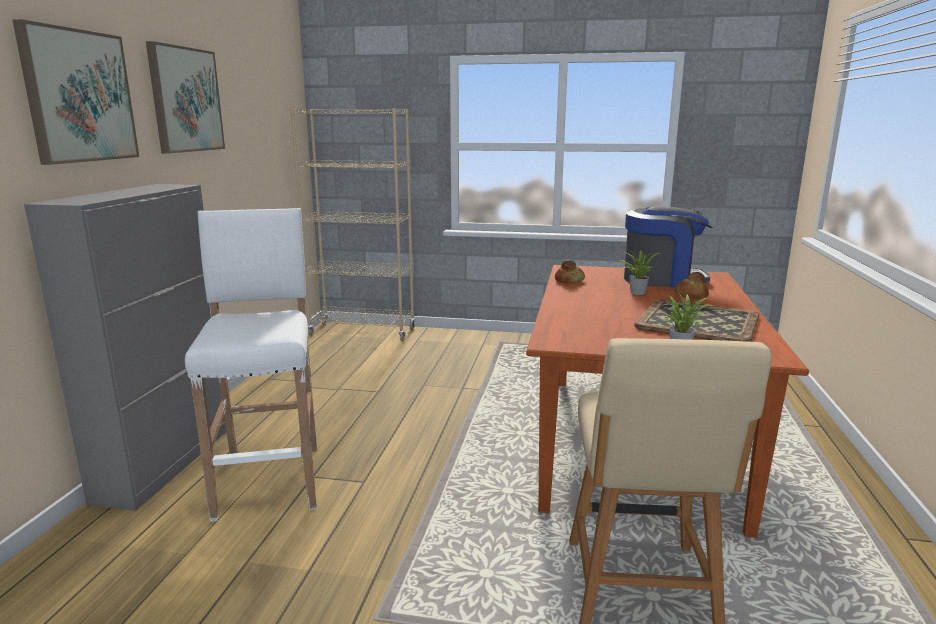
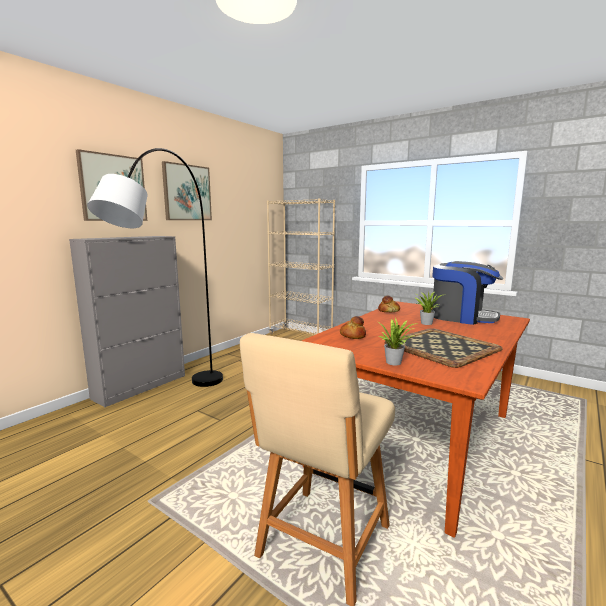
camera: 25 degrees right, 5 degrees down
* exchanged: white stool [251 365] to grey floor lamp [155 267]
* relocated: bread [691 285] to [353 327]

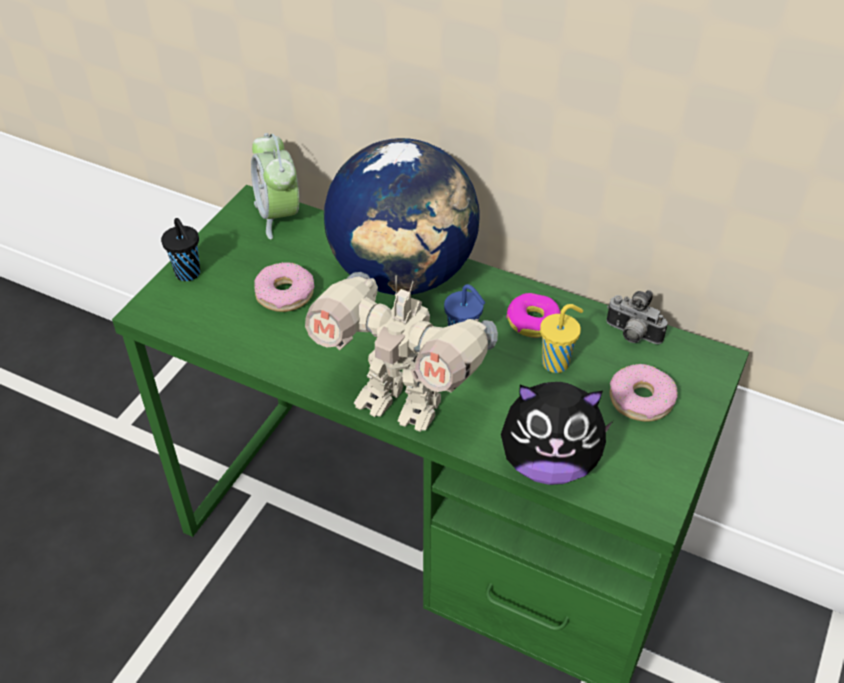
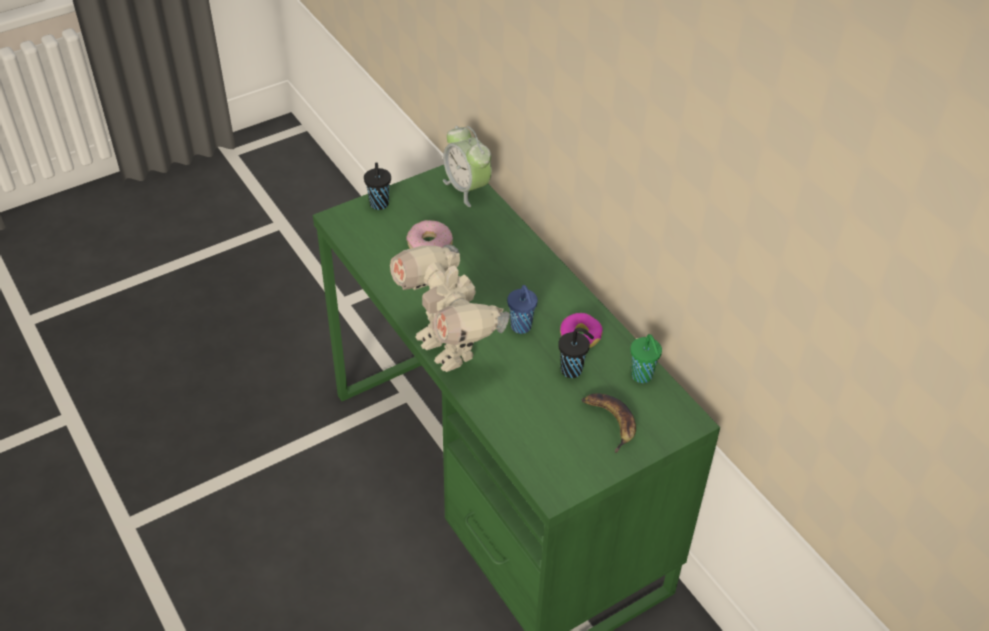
camera: 30 degrees right, 0 degrees up
* spun: alarm clock [275 186] = [467 166] 45 degrees counterclockwise
* missing: globe [402 216]
* exchanged: photo camera [637 317] to green cup [646 358]
* colour: yellow cup [561 338] to black cup [576 353]
* exchanged: donut [644 393] to banana [609 423]
* missing: plush toy [557 433]

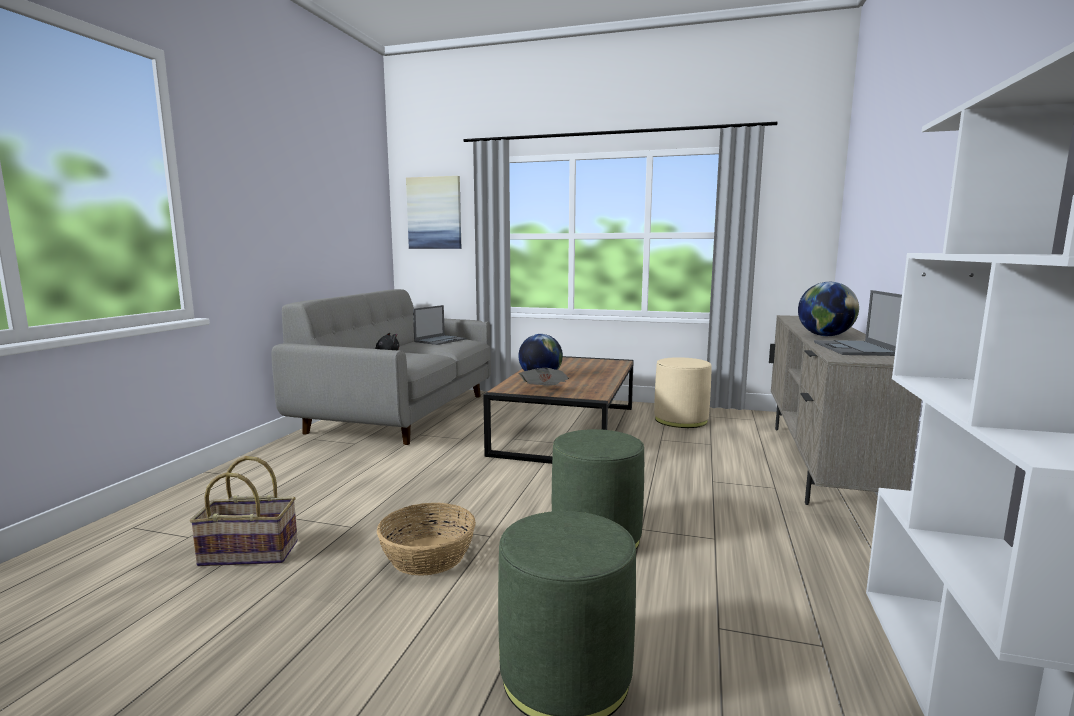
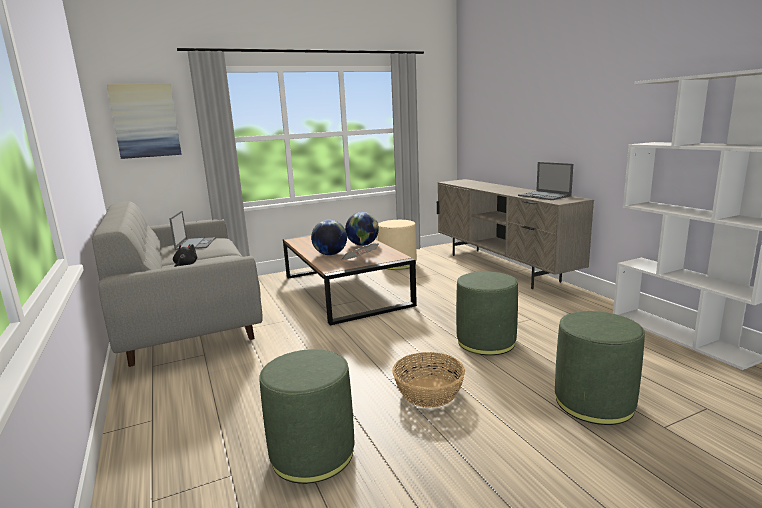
camera: 40 degrees left, 5 degrees up
* relocated: globe [828 309] to [362 229]
* exchanged: basket [244 511] to green ottoman [306 416]

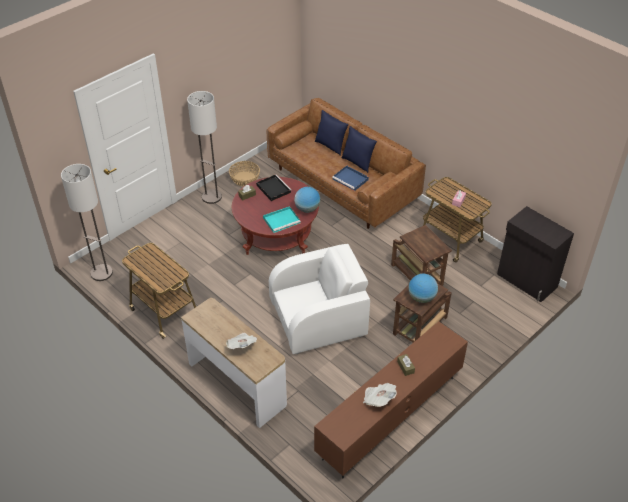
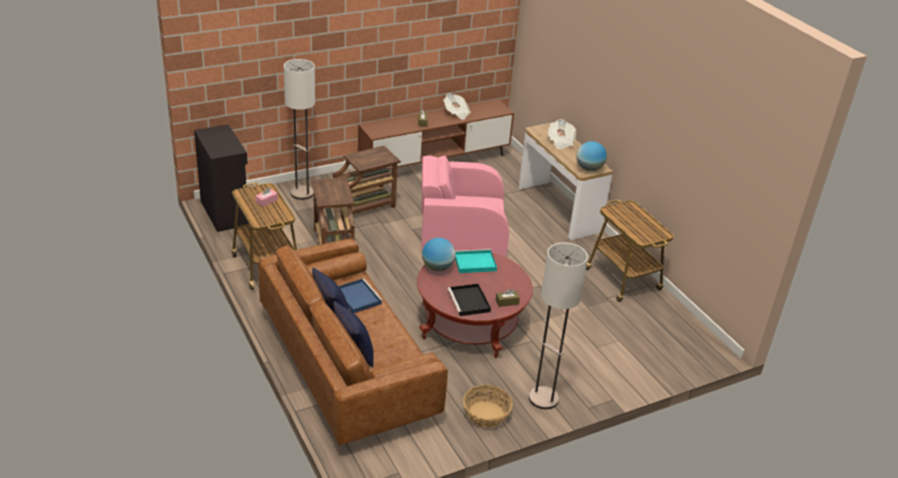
camera: 165 degrees left, 10 degrees down
* relocated: floor lamp [87 222] to [299 129]
* colour: white armchair [319 299] to pink armchair [465 206]
* relocated: globe [423 288] to [592 156]

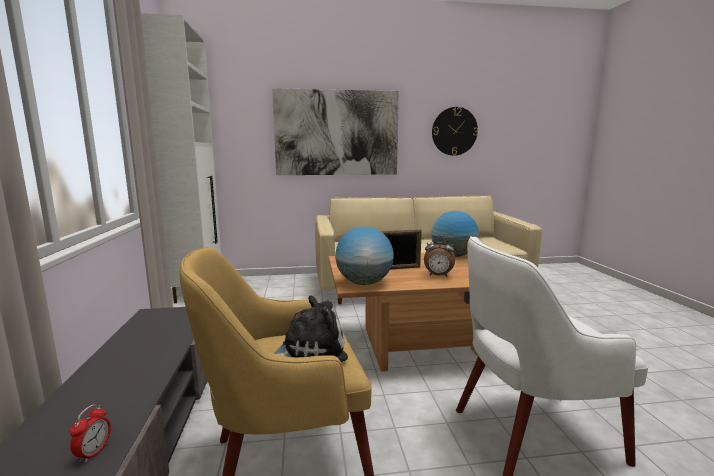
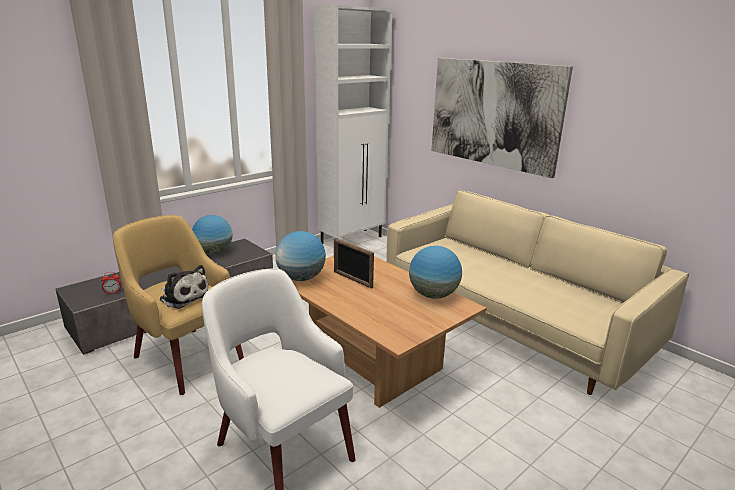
camera: 55 degrees right, 10 degrees up
* missing: wall clock [455 131]
* missing: alarm clock [439 256]
* appeared: globe [212 234]

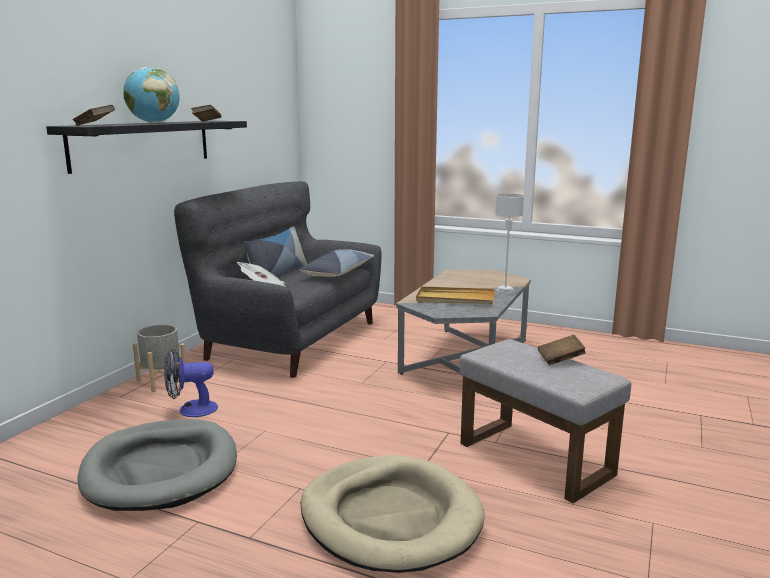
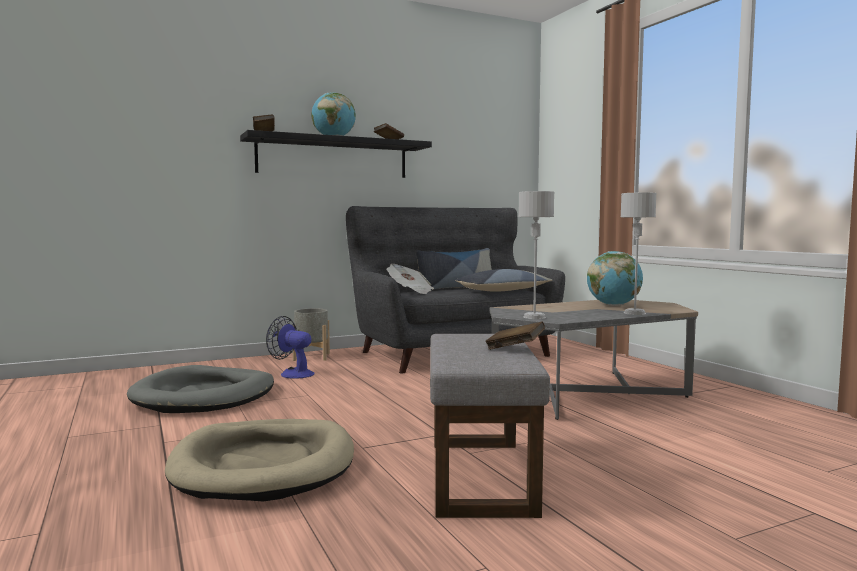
camera: 40 degrees right, 10 degrees down
* missing: beige tray [455 295]
* appeared: grey table lamp [536 255]
* appeared: globe [615 278]

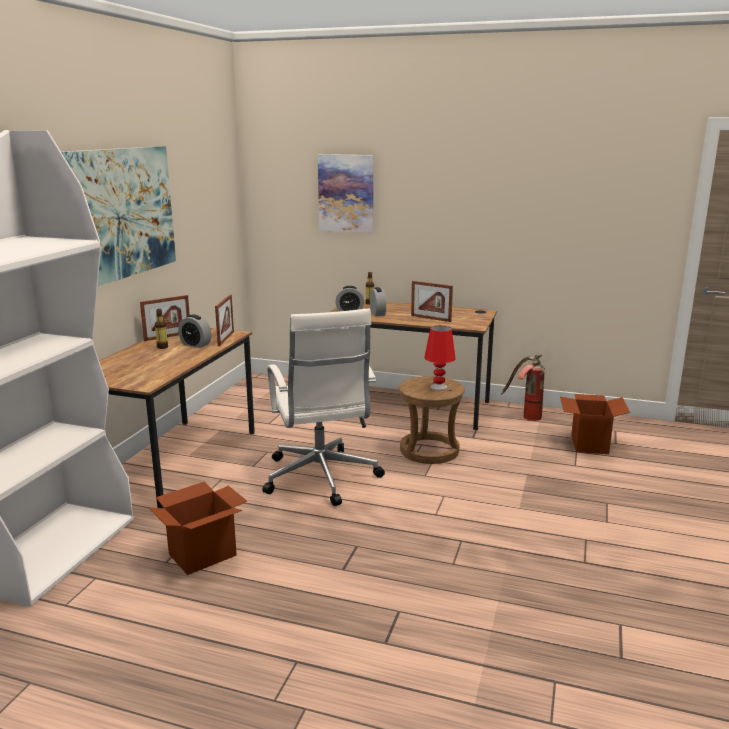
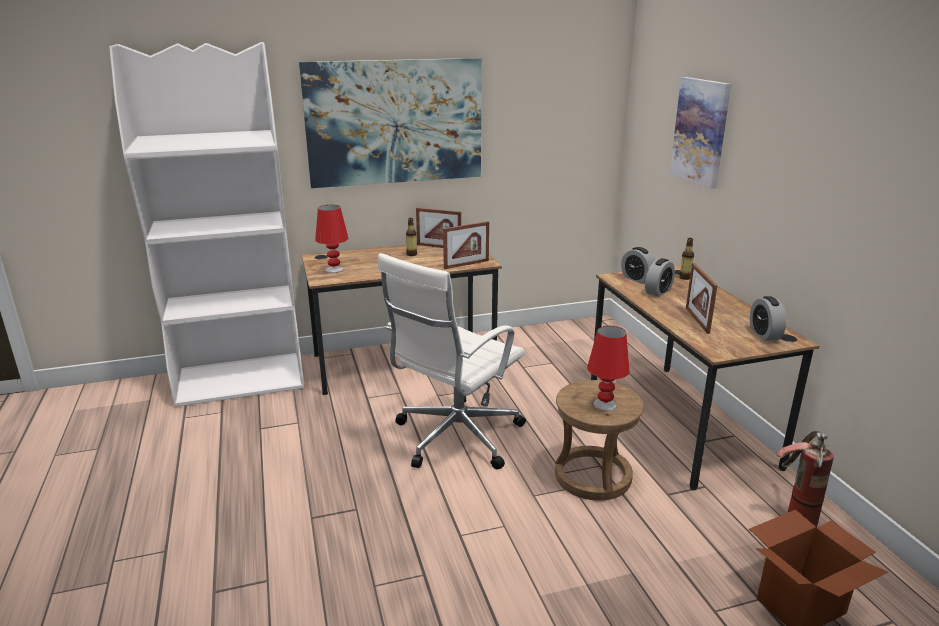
camera: 55 degrees right, 5 degrees up
* relocated: alarm clock [195 331] to [768 318]
* missing: cardboard box [198 528]
* appeared: red table lamp [331 239]

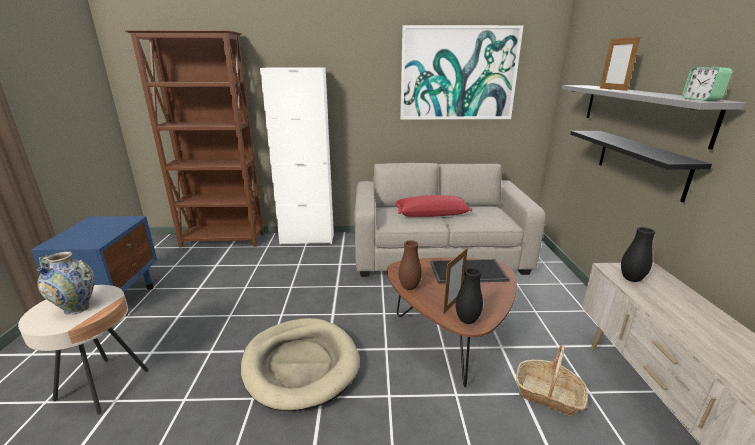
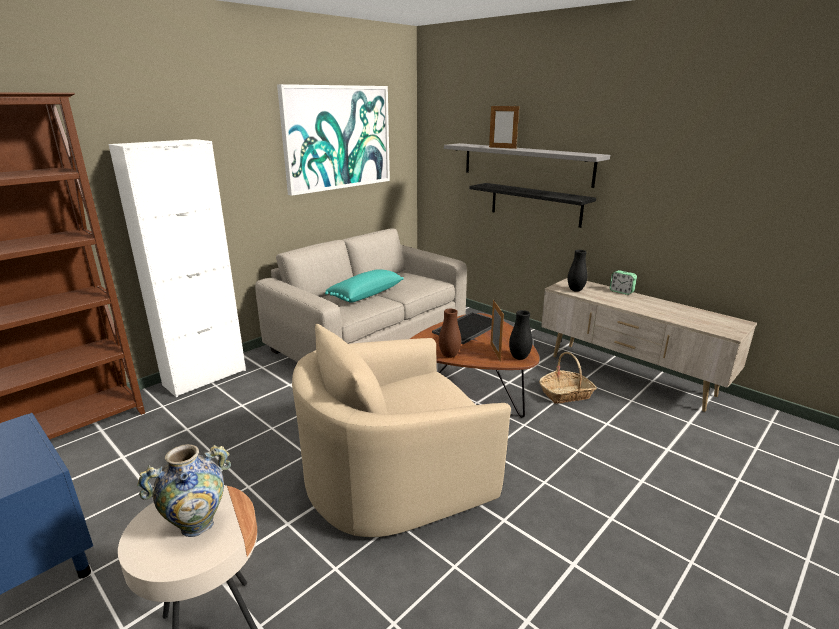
camera: 45 degrees left, 0 degrees up
* relocated: alarm clock [707 84] to [623 282]
* colour: red pillow [433 206] to turquoise pillow [364 286]
* exchanged: beige dog bed [300 364] to beige armchair [401 430]

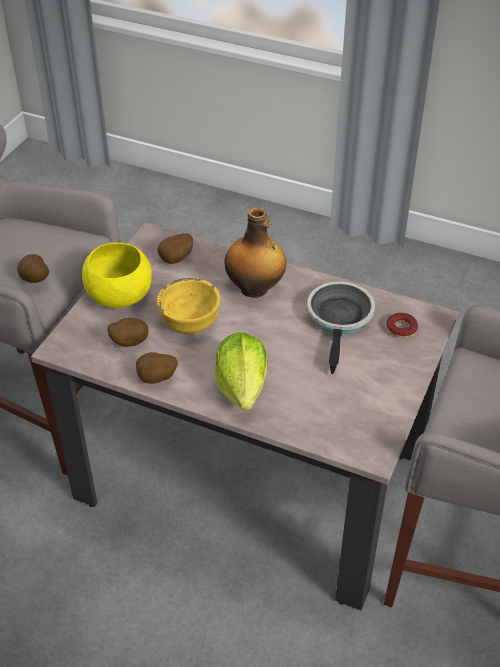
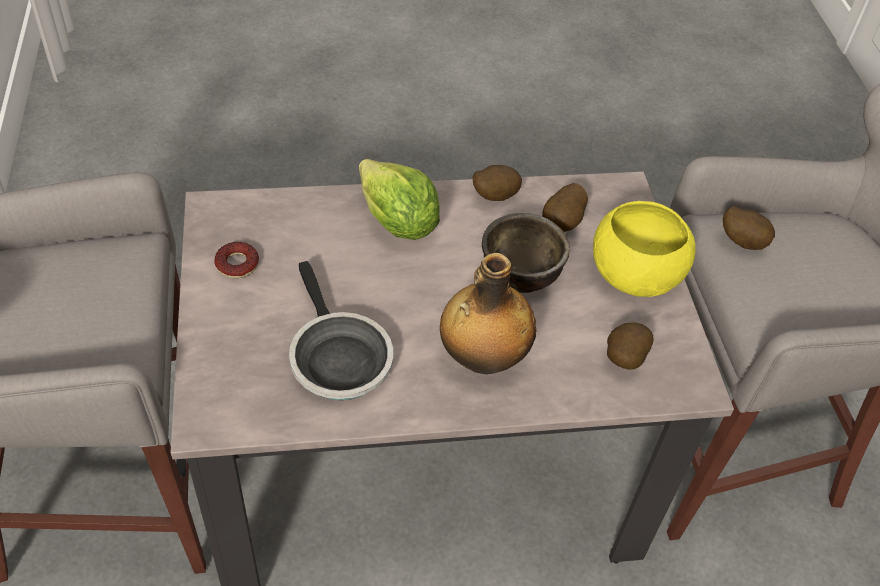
camera: 145 degrees right, 5 degrees up
* colour: yellow bowl [188 306] to brown bowl [526 253]
* relocated: donut [402 325] to [236 260]

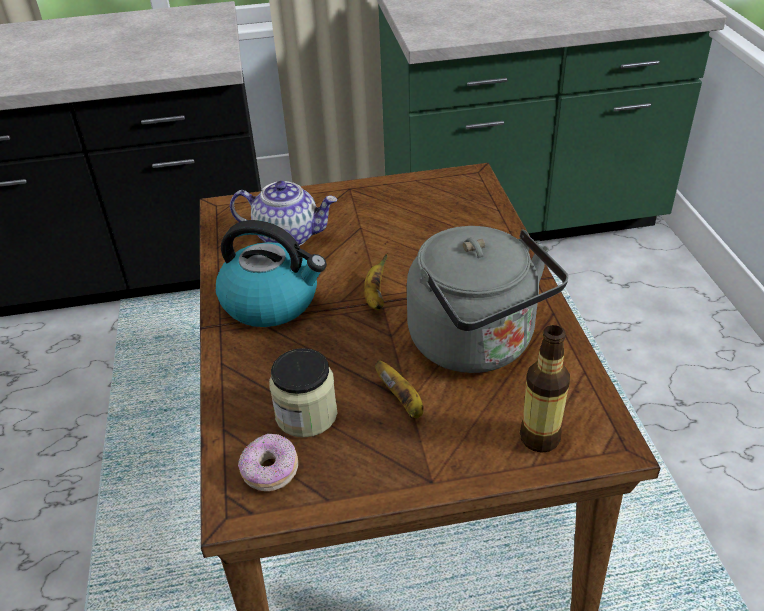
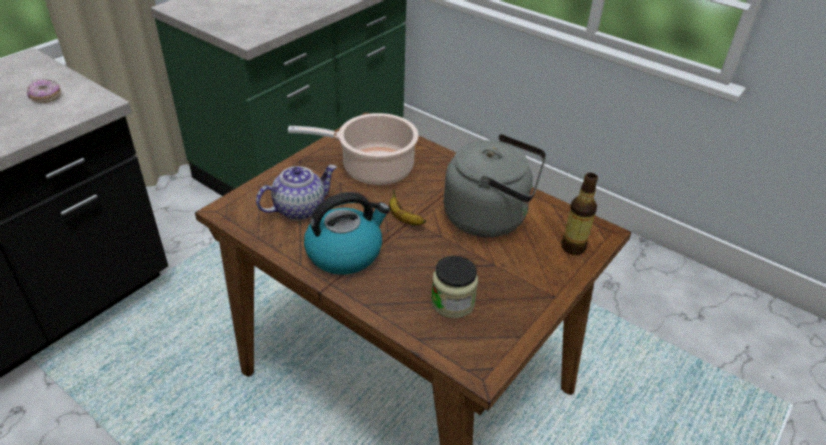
camera: 45 degrees left, 0 degrees up
* missing: banana [399 389]
* relocated: donut [268 462] to [44 91]
* appeared: cooking pot [353 149]

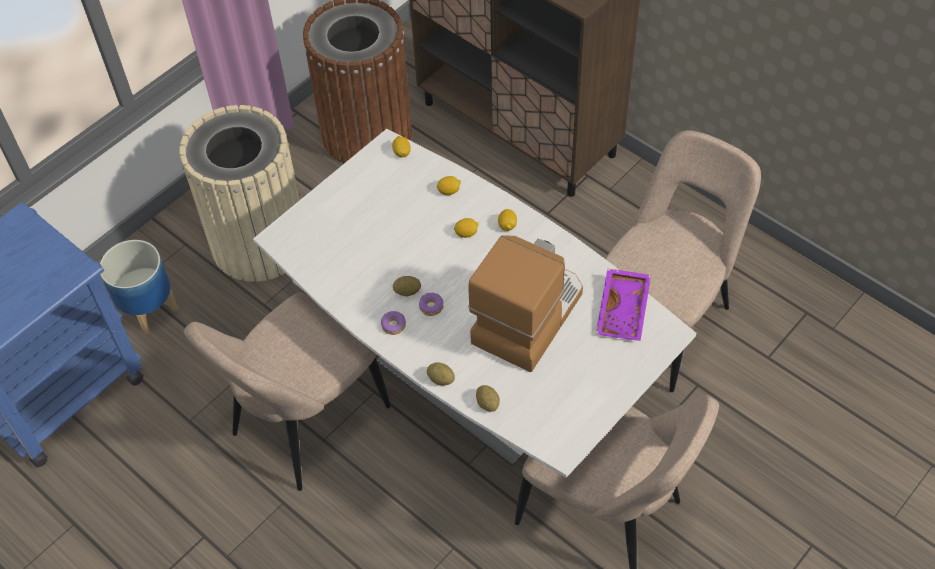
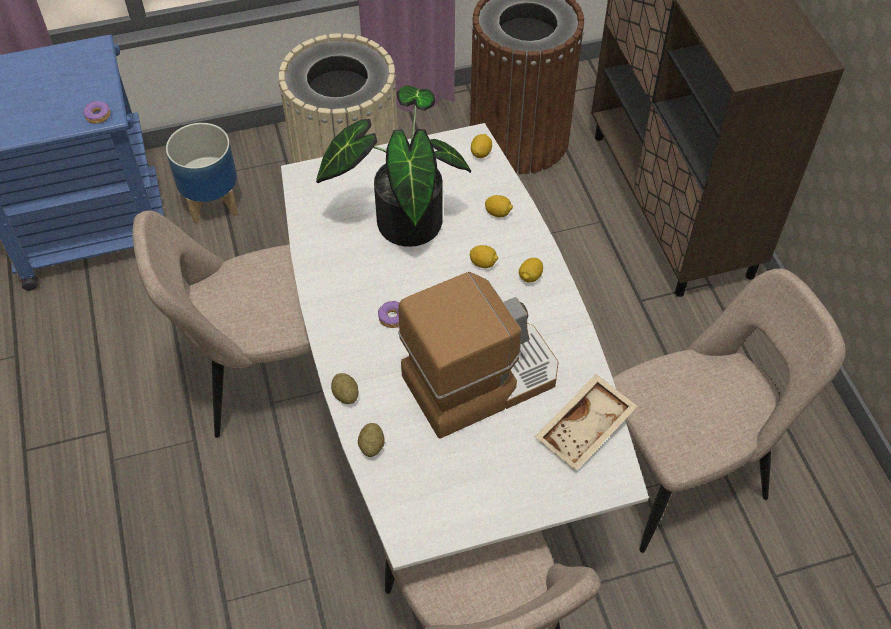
camera: 30 degrees right, 0 degrees up
* colour: purple tray [623 305] to beige tray [586 422]
* missing: potato [407 286]
* relocated: donut [393 323] to [96 112]
* appeared: potted plant [393 166]

